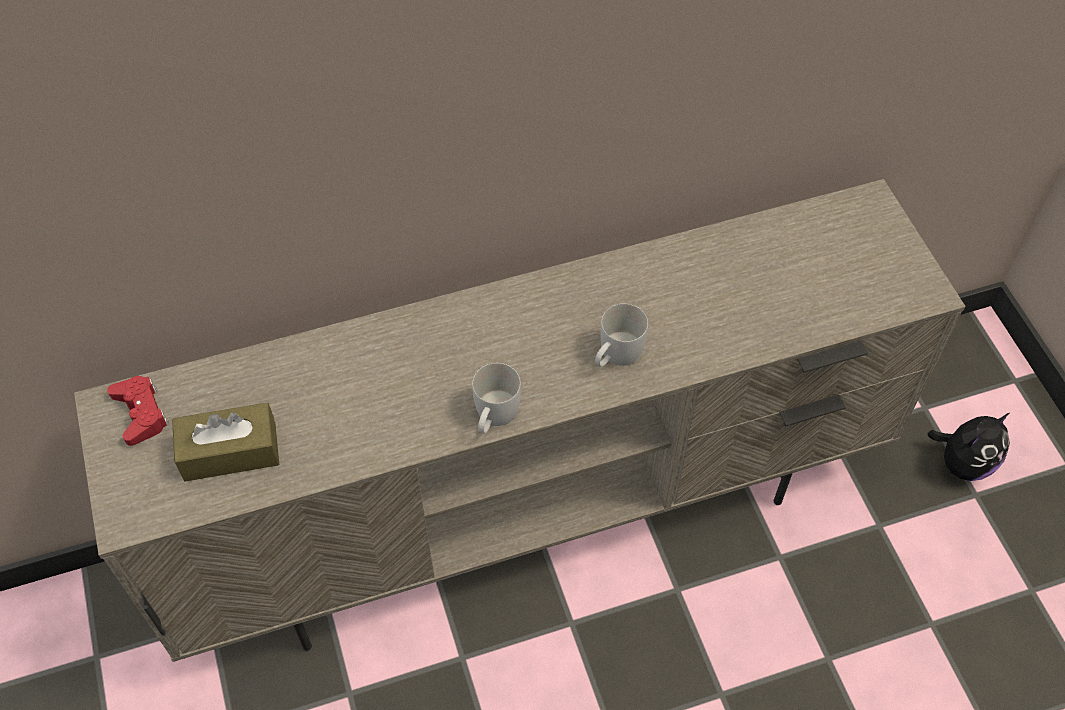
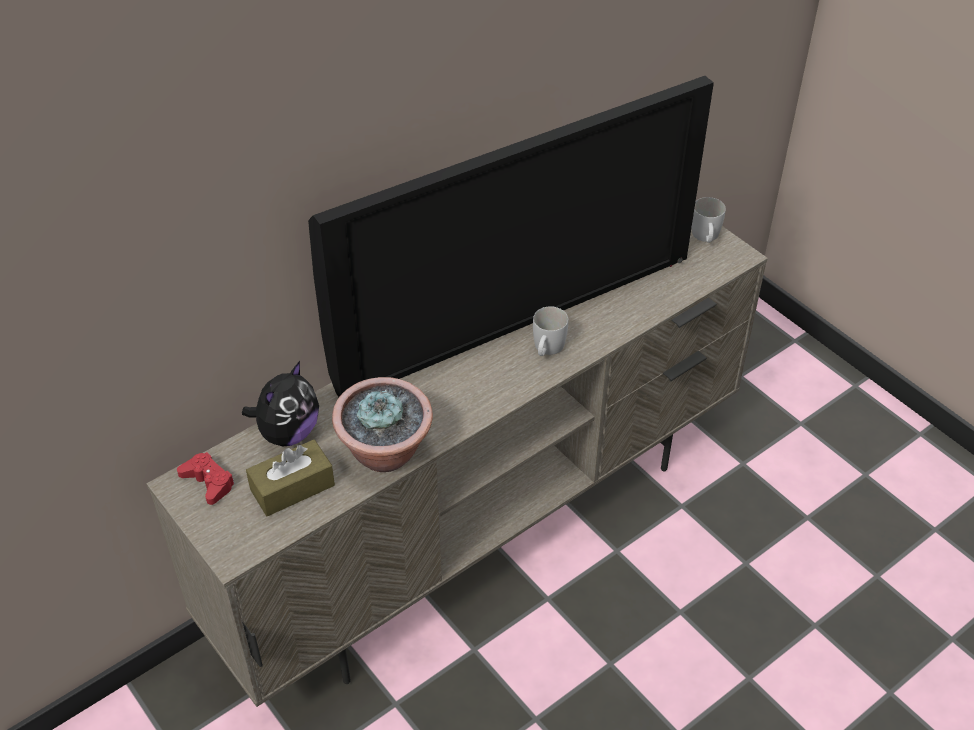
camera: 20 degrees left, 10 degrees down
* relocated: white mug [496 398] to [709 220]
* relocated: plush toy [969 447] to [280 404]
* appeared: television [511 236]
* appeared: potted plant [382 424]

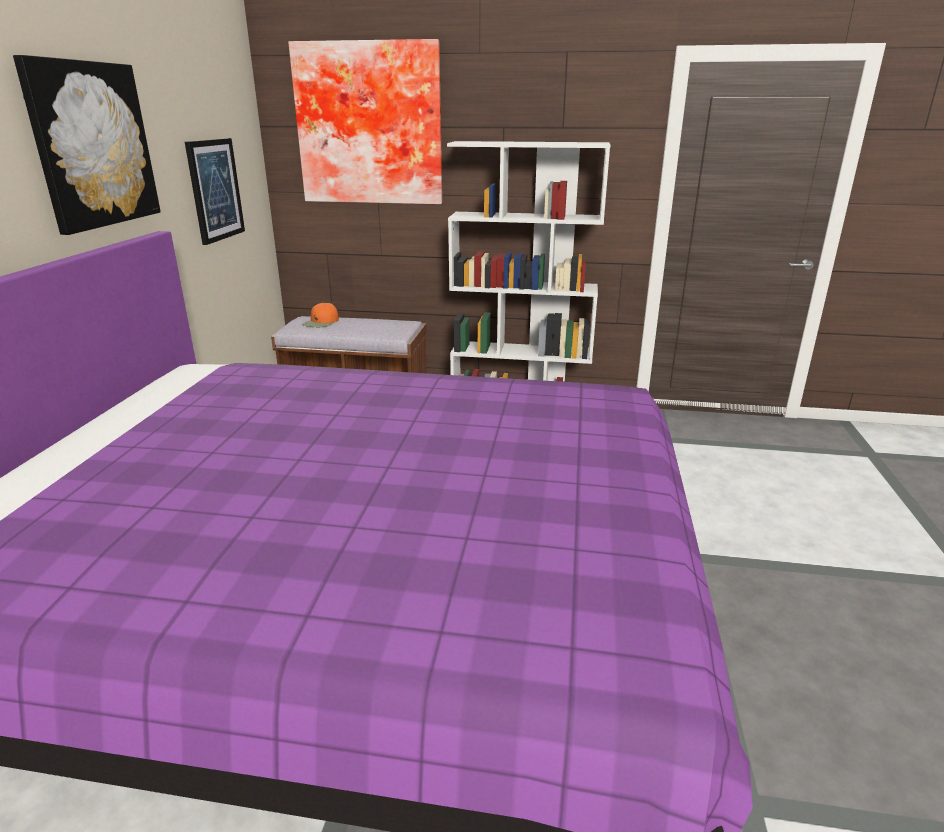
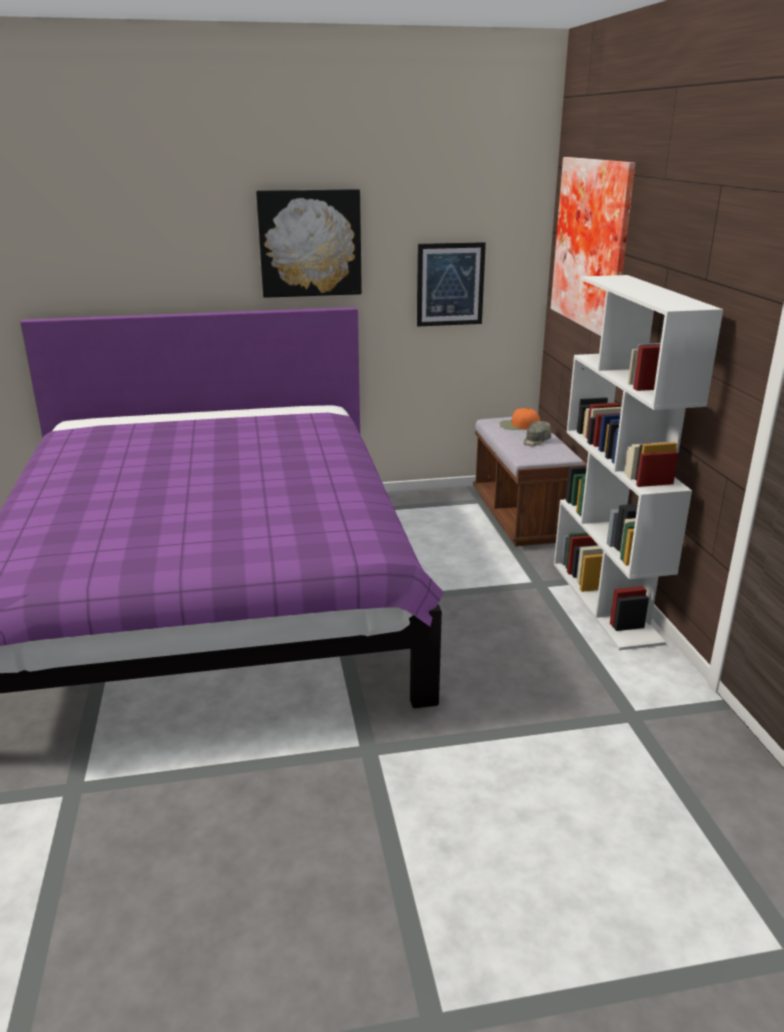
camera: 70 degrees right, 0 degrees up
* appeared: grey cap [537 433]

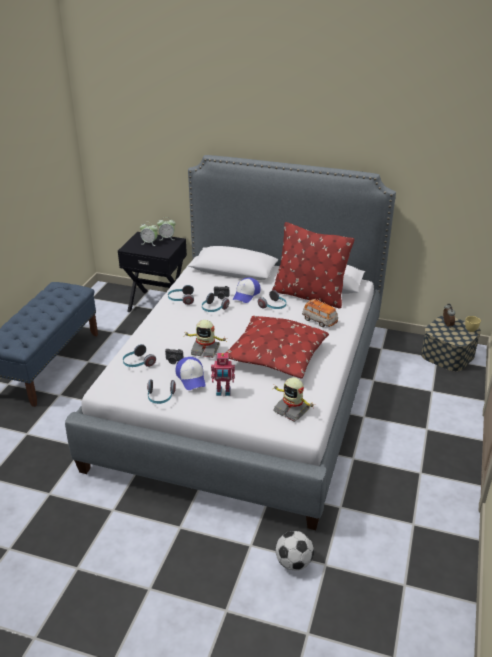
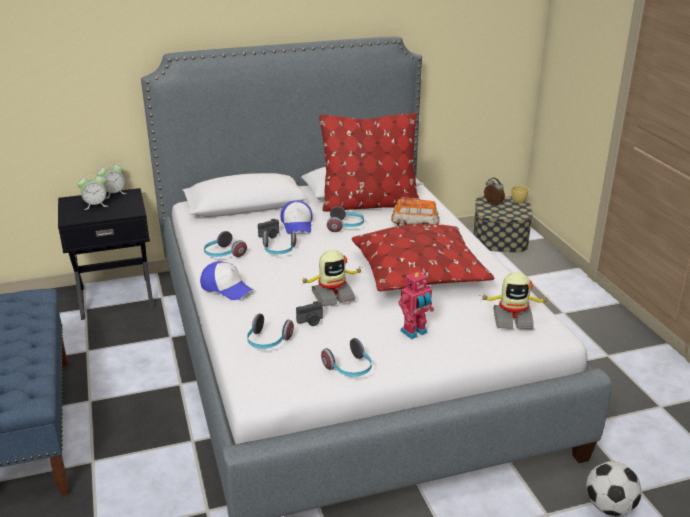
camera: 35 degrees left, 5 degrees down
* relocated: cap [190 373] to [226 280]

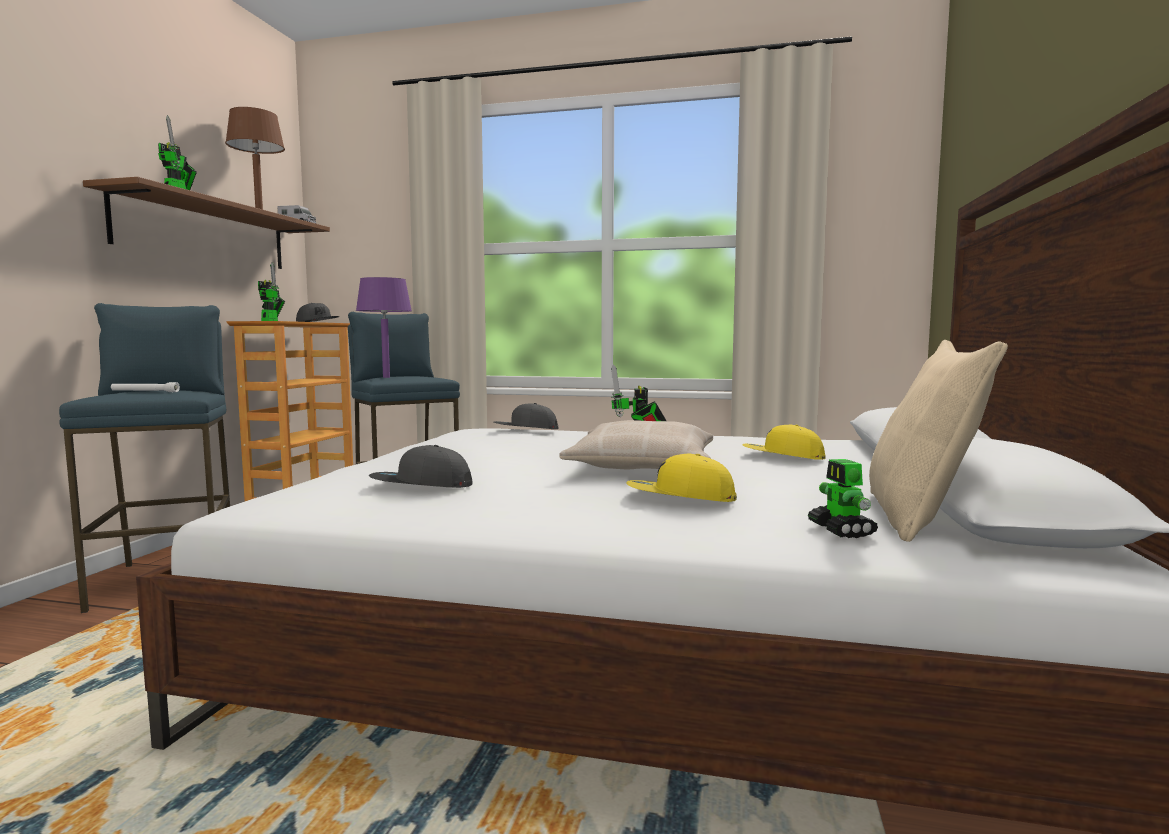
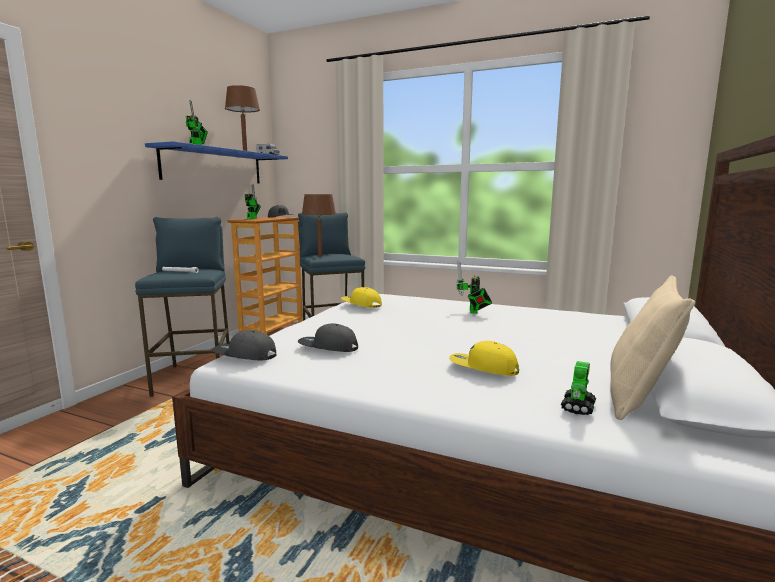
camera: 10 degrees right, 5 degrees up
* colour: brown shelf [206 223] to blue shelf [216 162]
* colour: purple table lamp [384 327] to brown table lamp [319 225]
* relocated: grey cap [526 416] to [244 345]
* missing: beige pillow [636 445]
* relocated: yellow cap [783 442] to [361 297]
* spun: toy robot [842 498] = [578 388] 150 degrees counterclockwise

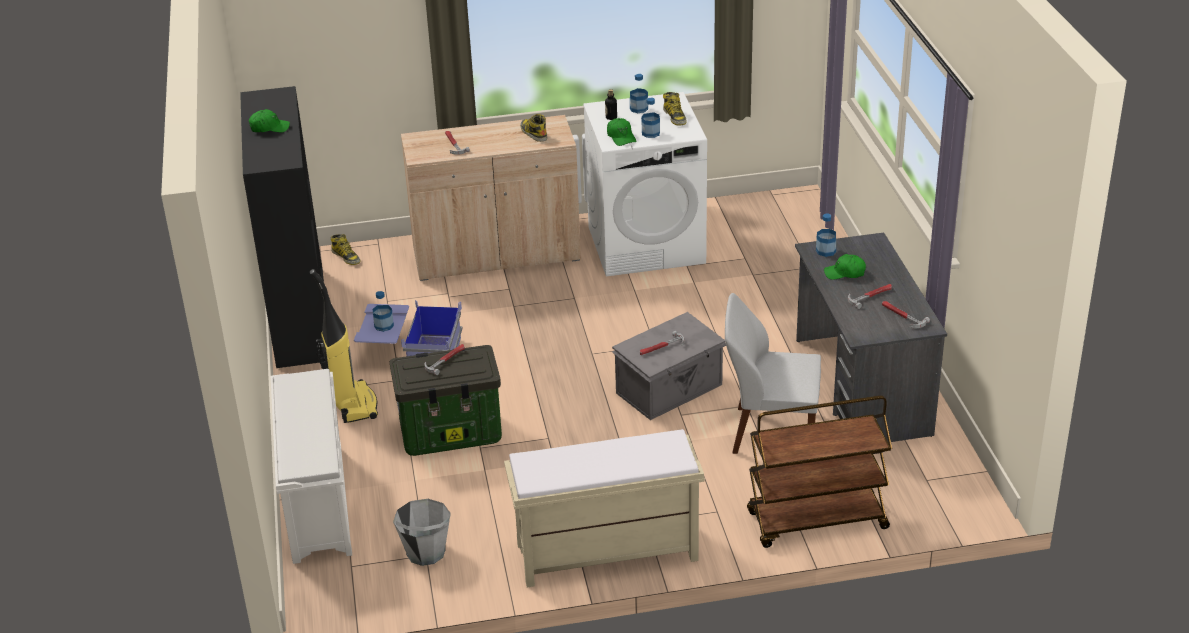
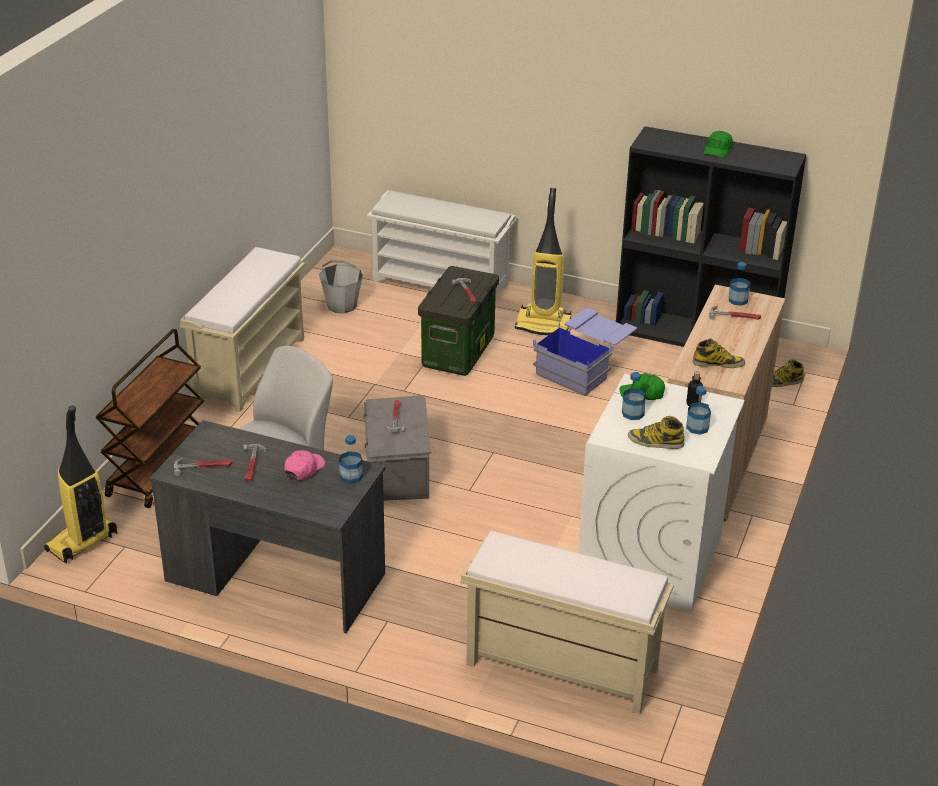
camera: 120 degrees right, 0 degrees up
* colour: green cap [845 267] to pink cap [304 465]
* relocated: bottle [383 311] to [740 284]
* appeared: vacuum cleaner [81 484]
* appeared: beige bench [567 622]

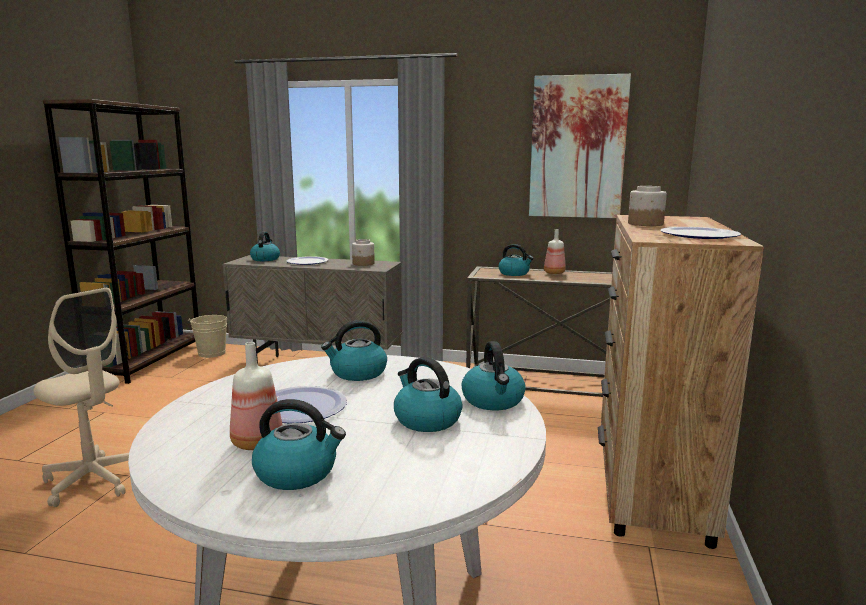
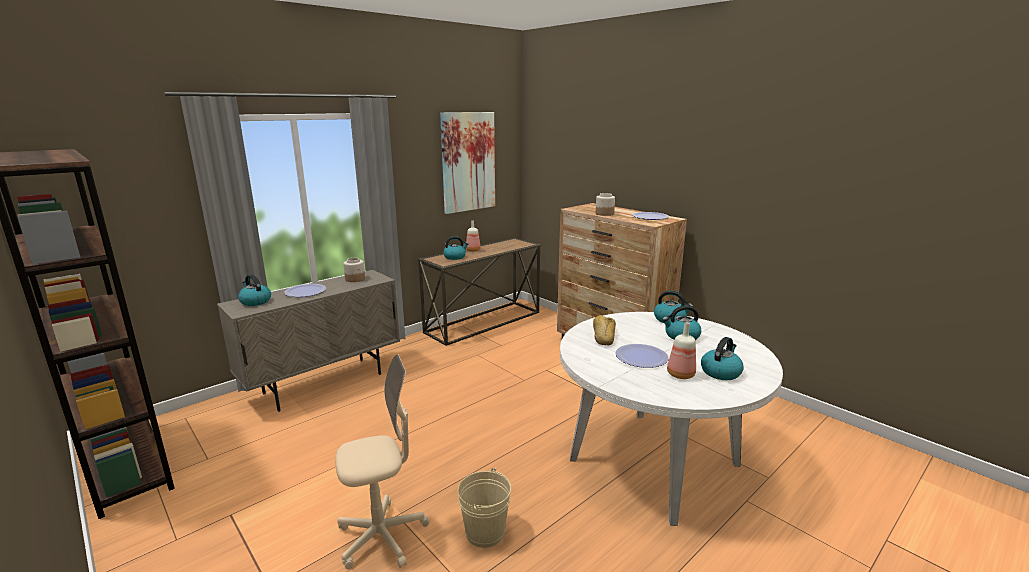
camera: 55 degrees left, 5 degrees up
* relocated: beige bucket [207 336] to [484 508]
* exchanged: kettle [354 350] to bread [604 330]

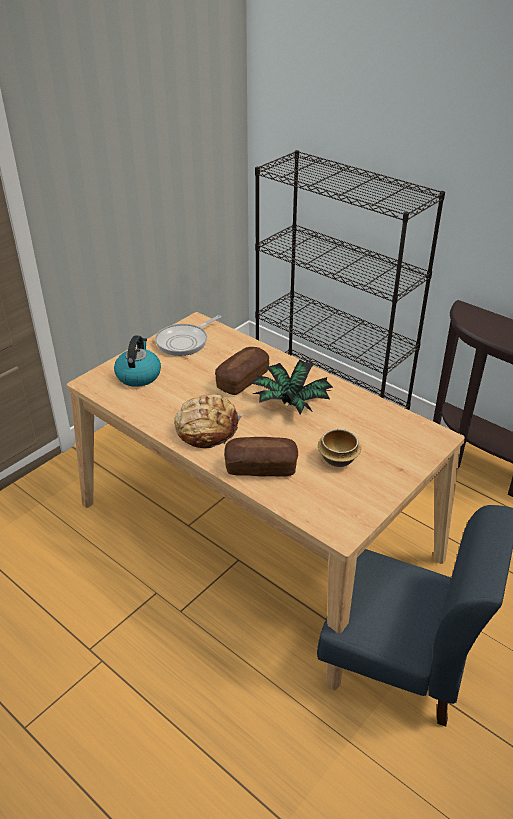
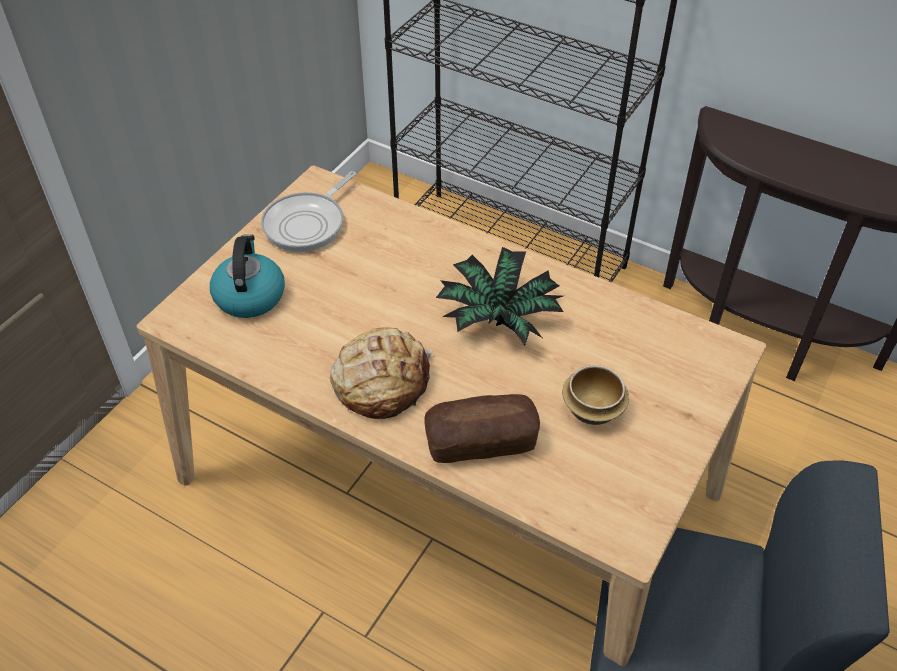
camera: 10 degrees left, 10 degrees up
* missing: bread [242 371]

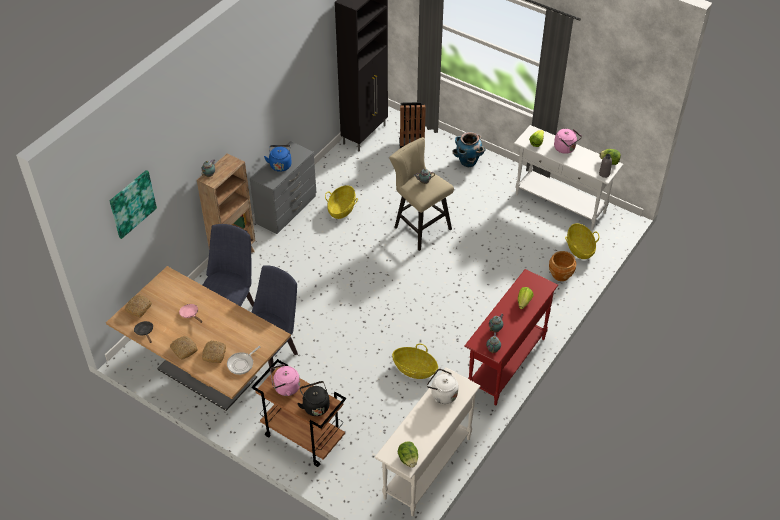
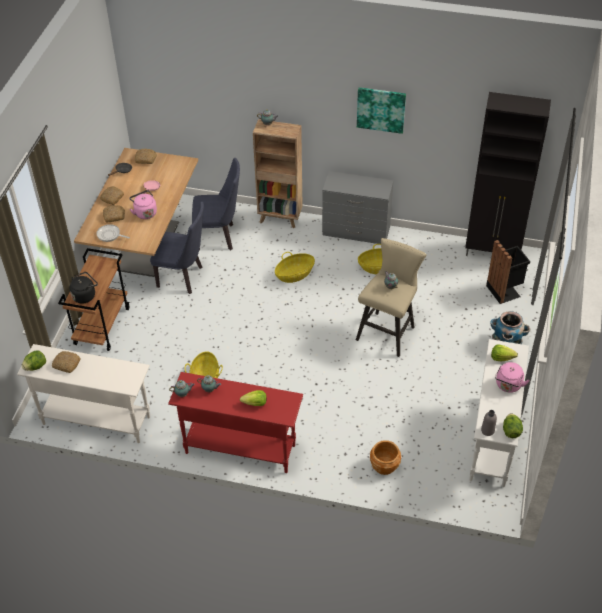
camera: 70 degrees right, 0 degrees up
* missing: blue kettle [278 158]
* relocated: picture [133 204] to [381 110]
* relocated: basket [582 241] to [295 267]
* relocated: pink kettle [285 380] to [143 204]
* missing: white kettle [442 386]
* appeared: bread [66 362]

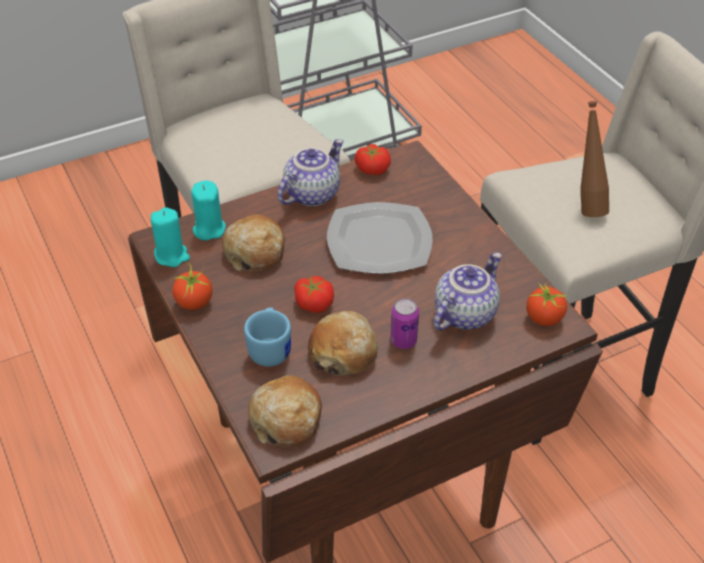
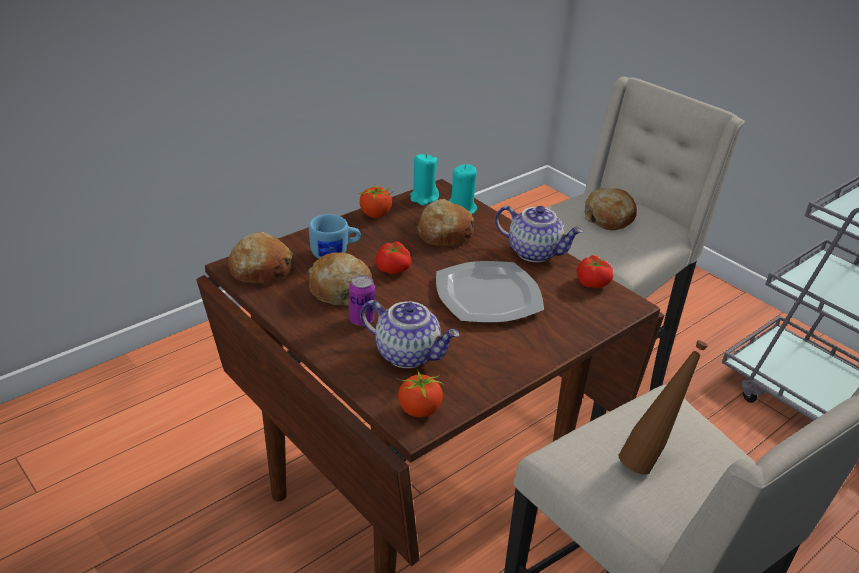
camera: 75 degrees right, 10 degrees down
* appeared: bread [611 209]

